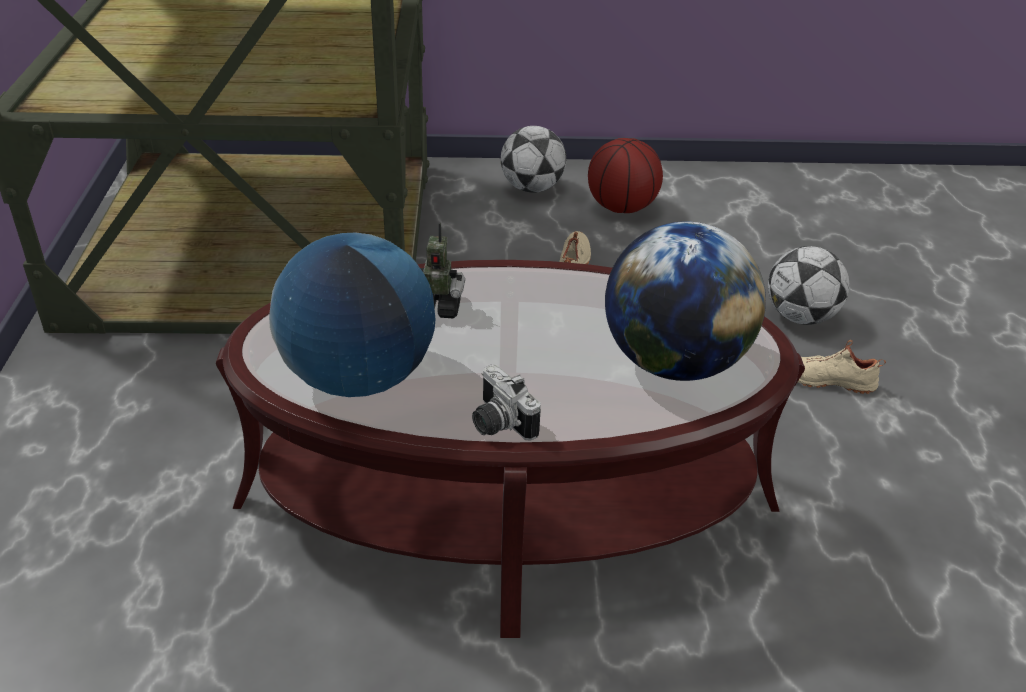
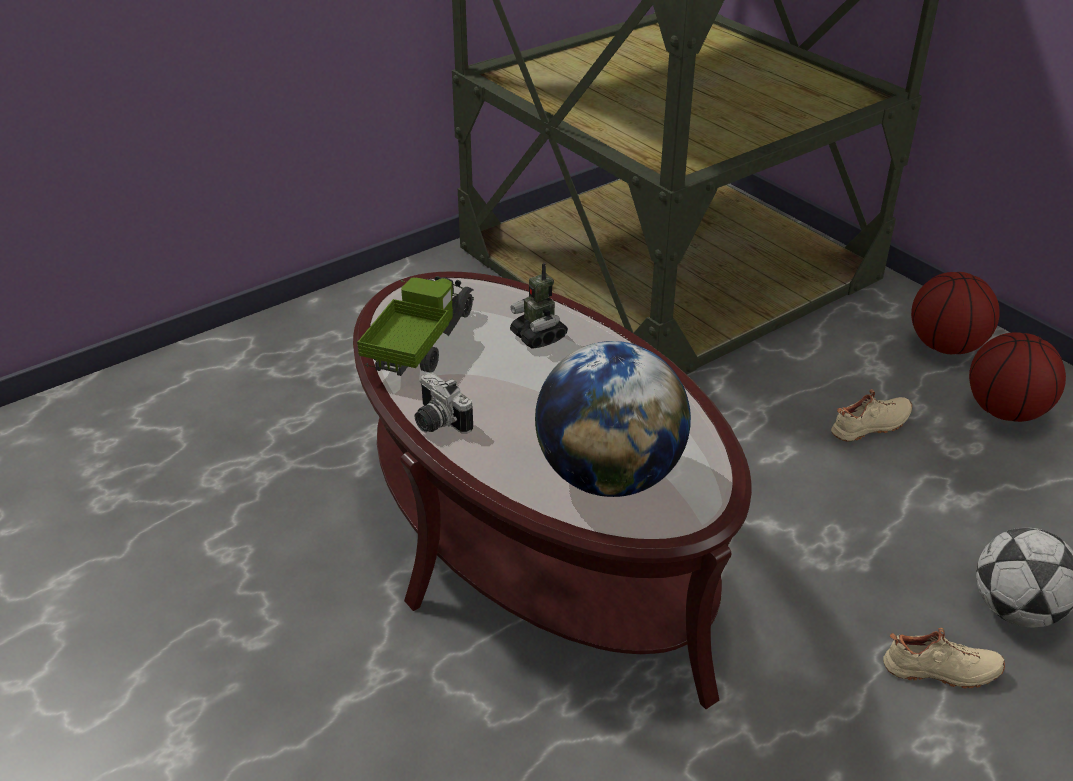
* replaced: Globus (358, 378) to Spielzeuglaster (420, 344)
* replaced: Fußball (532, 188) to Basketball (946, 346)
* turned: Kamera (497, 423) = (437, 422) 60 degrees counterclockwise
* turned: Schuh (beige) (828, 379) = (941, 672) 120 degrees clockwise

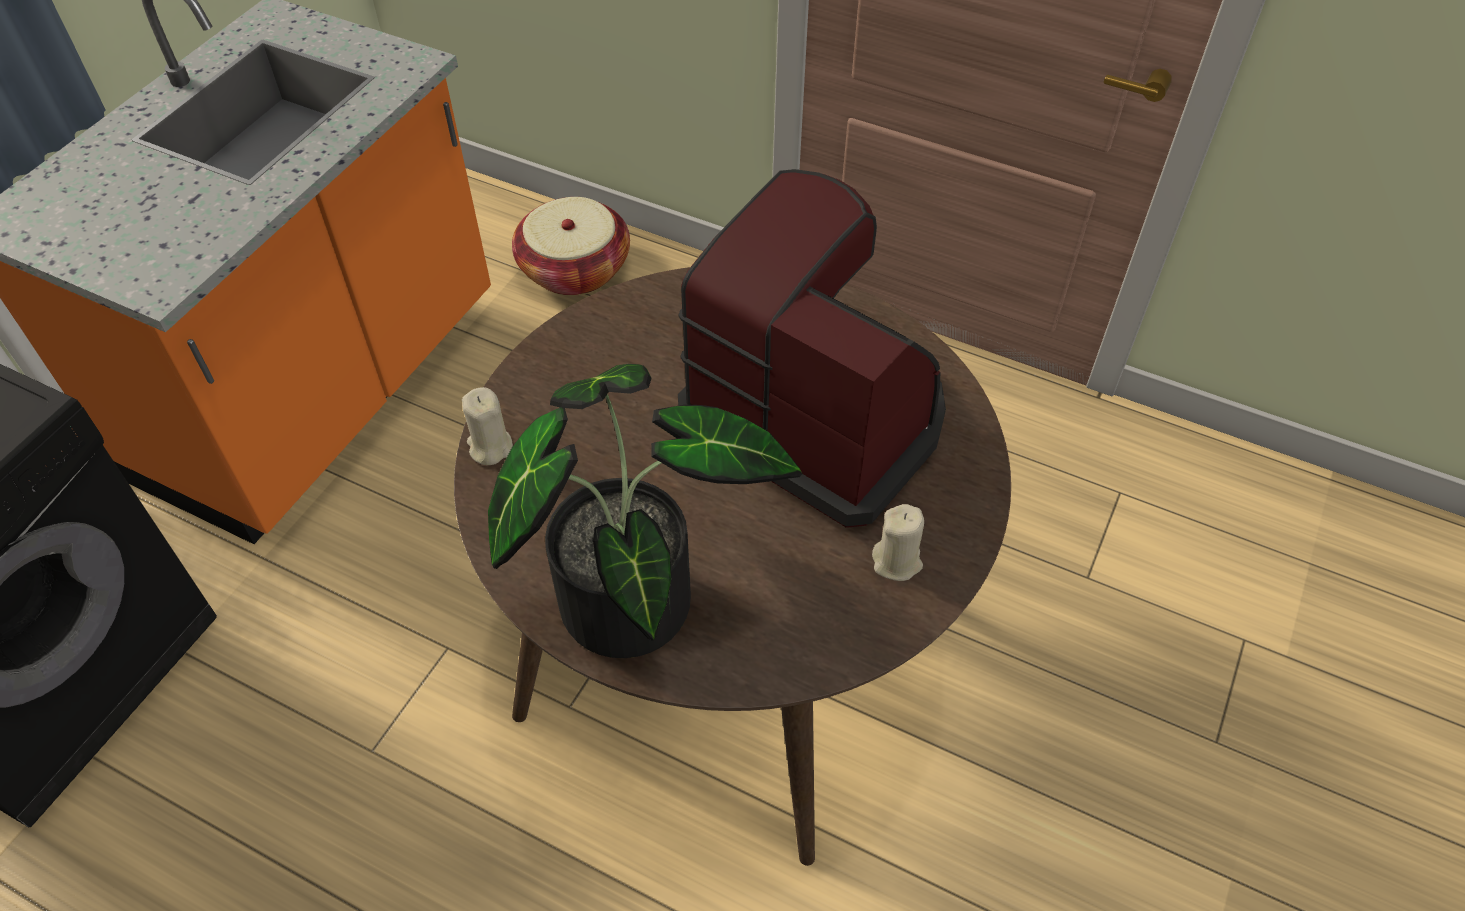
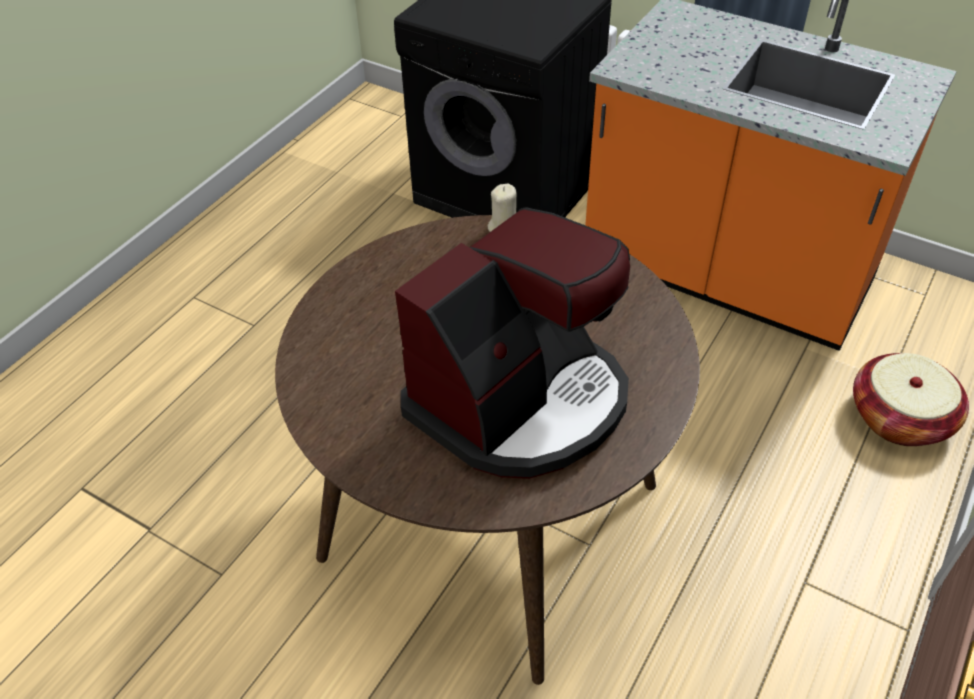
* removed: Topfpflanze (632, 589)
* removed: Kerze (beige) (897, 561)

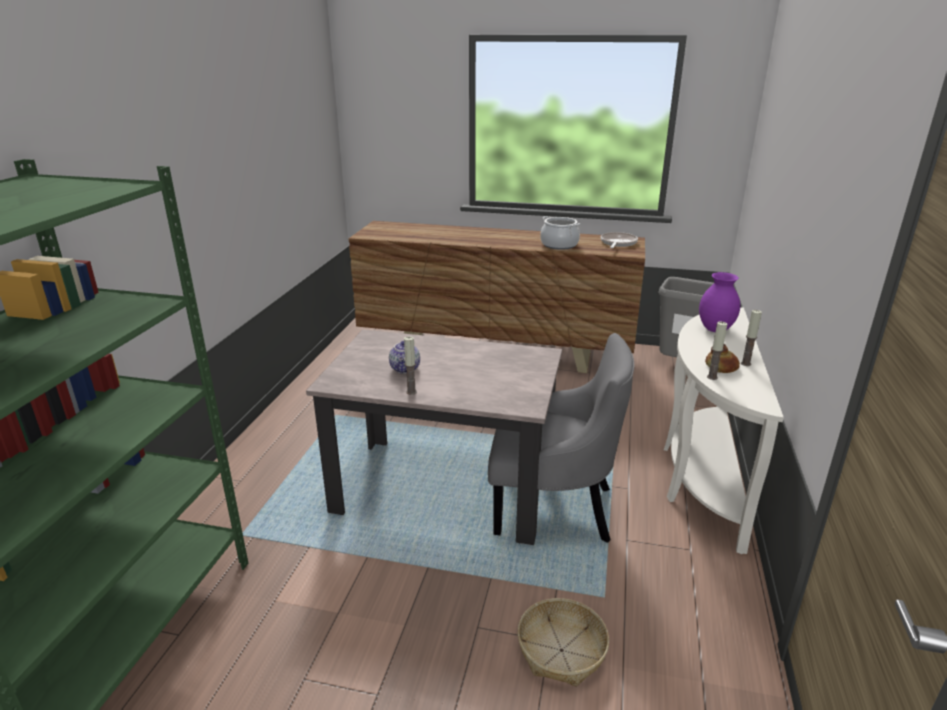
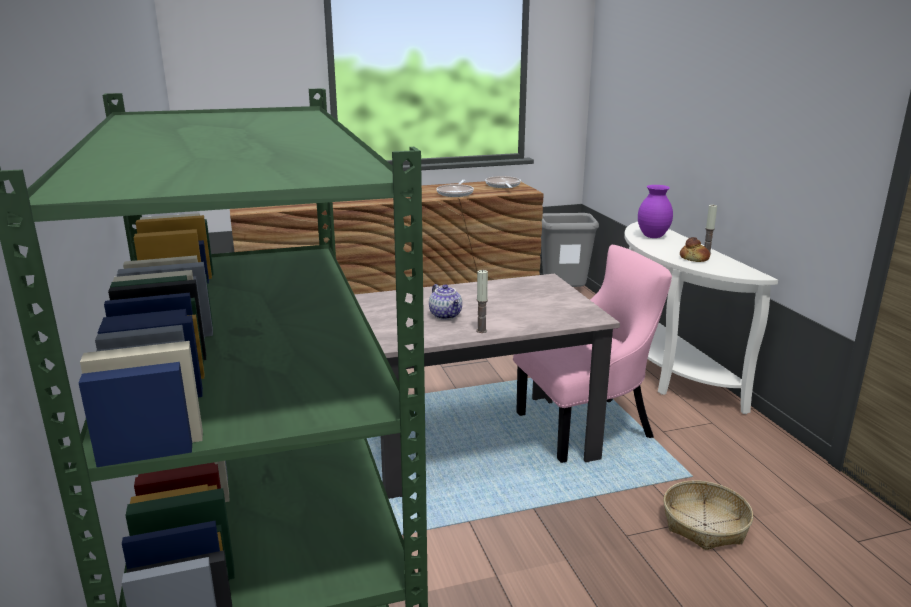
* removed: Kerze (712, 377)
* replaced: Kochtopf (559, 245) to Pfanne (456, 193)
* recoloured: Stuhl (grau) (551, 509) to Stuhl (rosa) (583, 428)

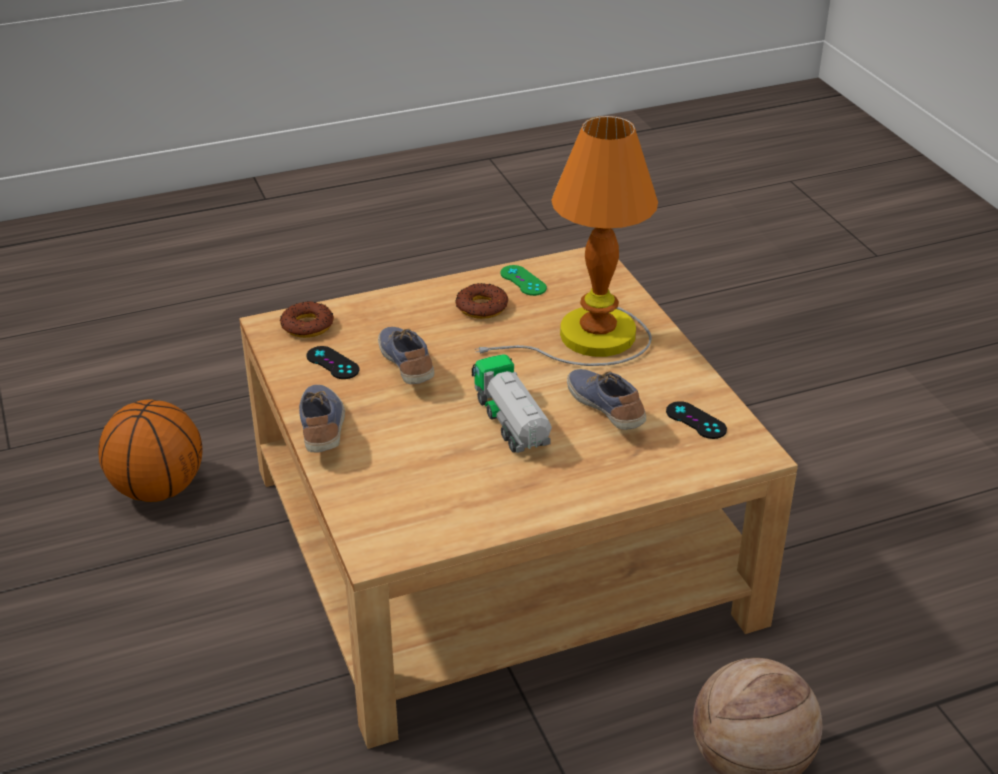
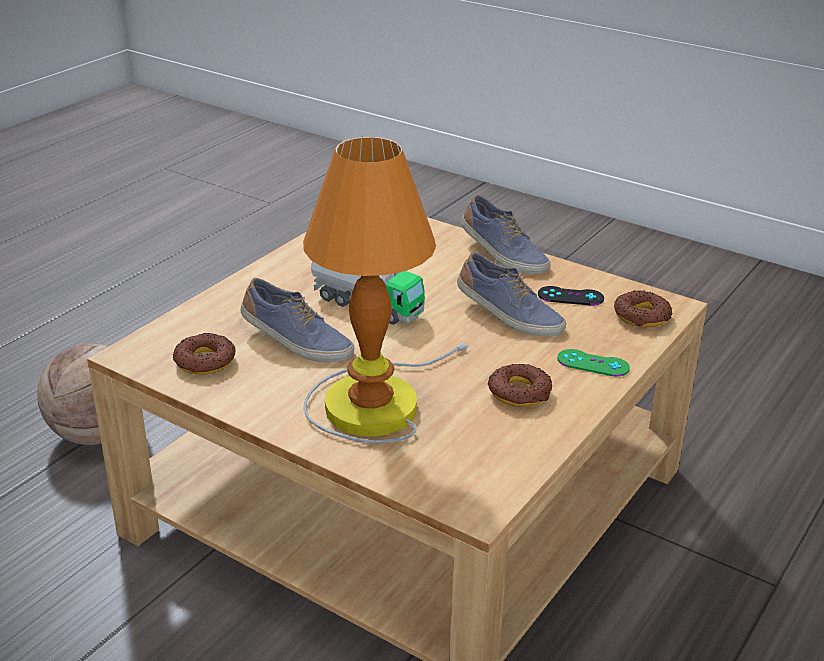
* removed: Basketball (158, 489)
* moved: Gamepad (grün) (523, 281) to (593, 363)
* replaced: Gamepad (schwarz) (696, 420) to Donut (205, 361)

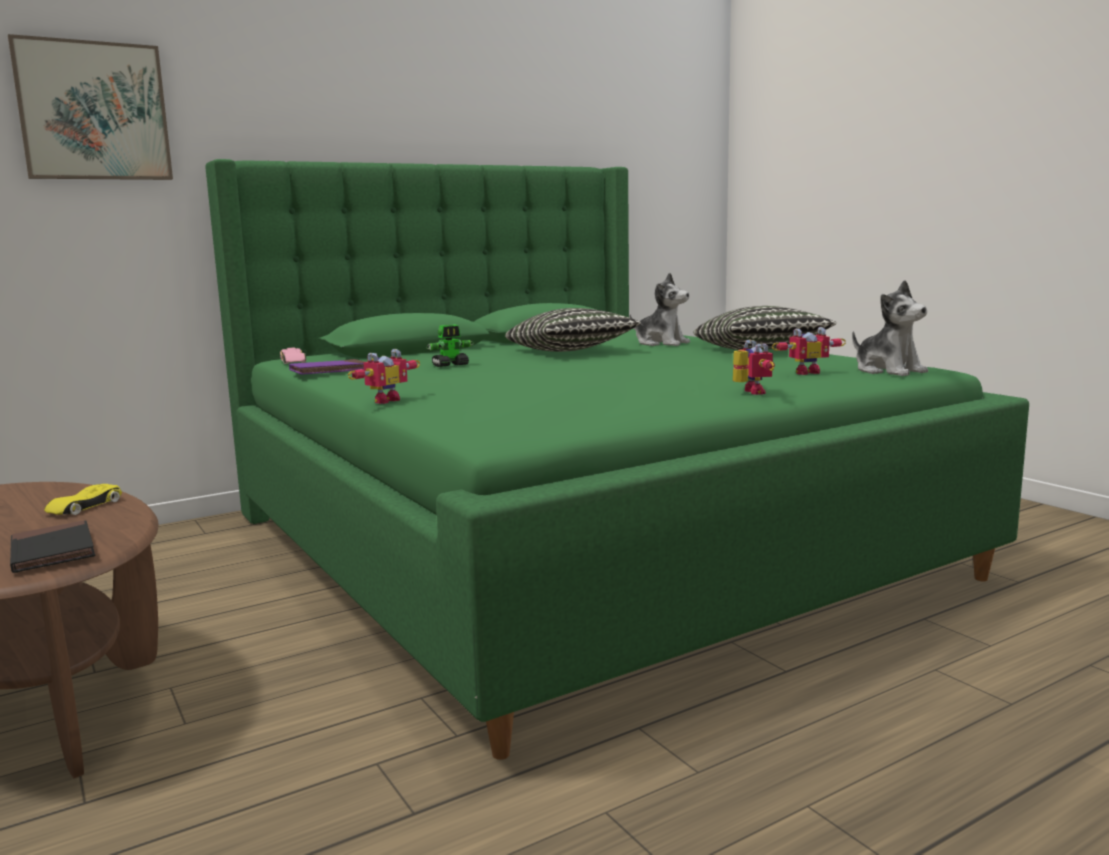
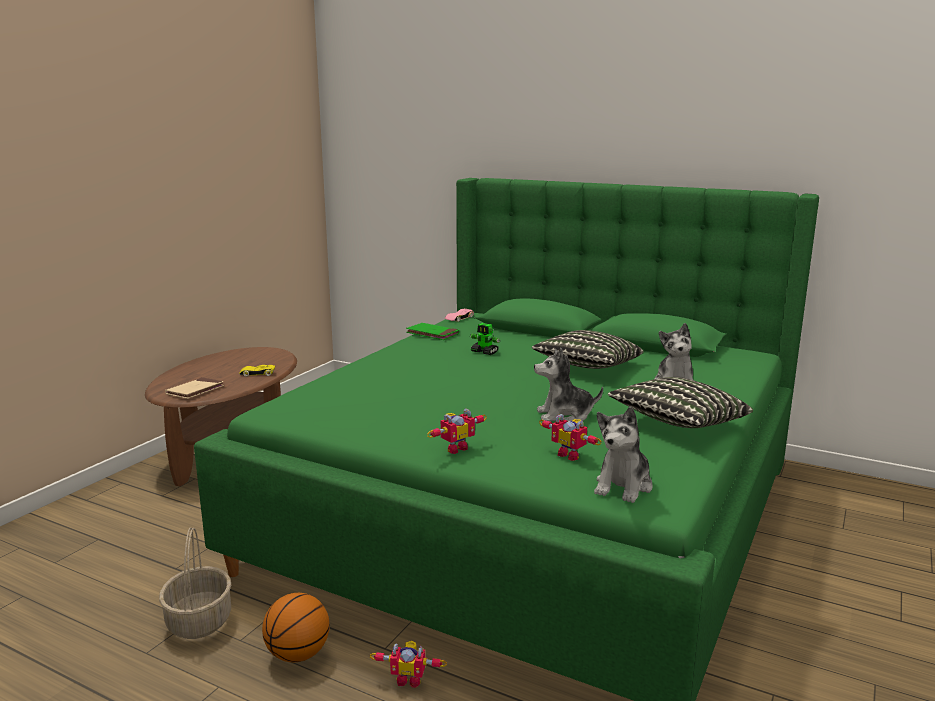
* removed: Bild (93, 111)
* added: Korb (199, 621)
* added: Basketball (297, 654)
* added: Plüschtier (564, 415)
* moved: Spielzeugroboter (384, 400) to (409, 679)
* recoloured: Buch (schwarz) (53, 552) to Buch (beige) (195, 391)
* recoloured: Buch (lila) (329, 371) to Buch (grün) (432, 334)

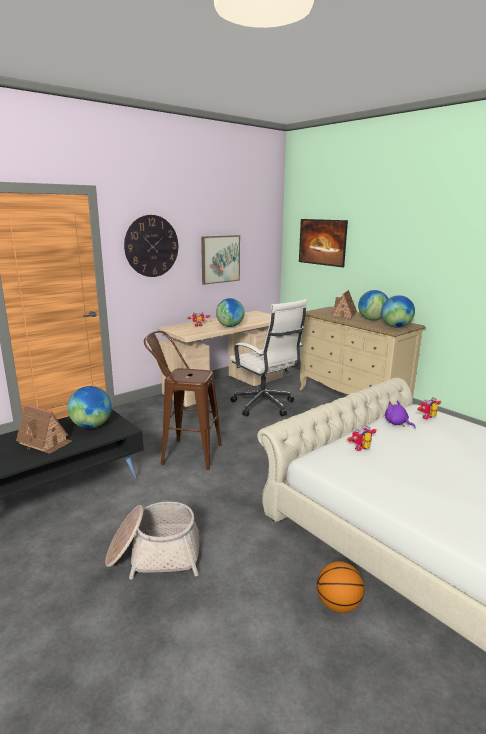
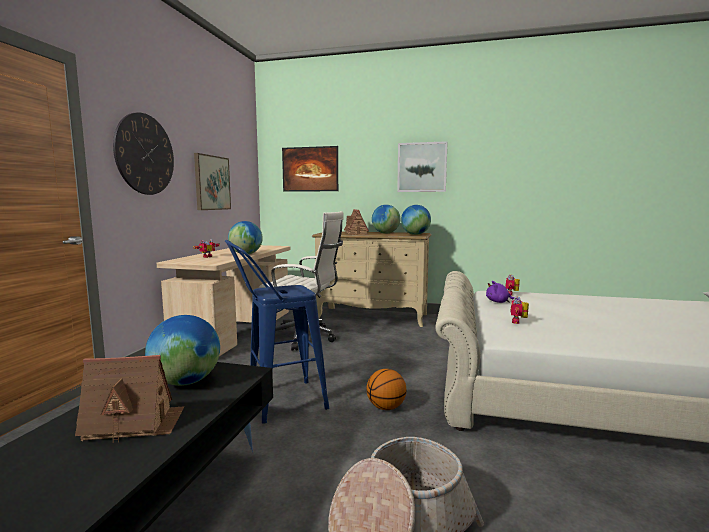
* added: Bild (422, 167)
* moved: Basketball (338, 604) to (386, 407)
* recoloured: Hocker (braun) (185, 453) to Hocker (blau) (277, 402)

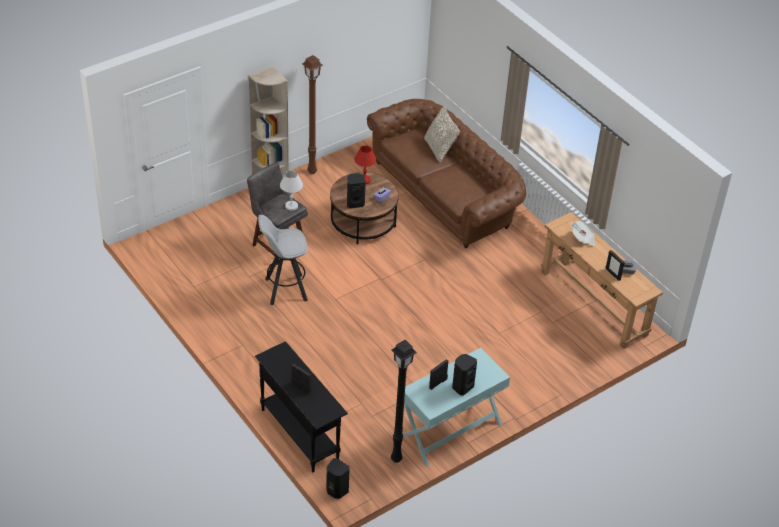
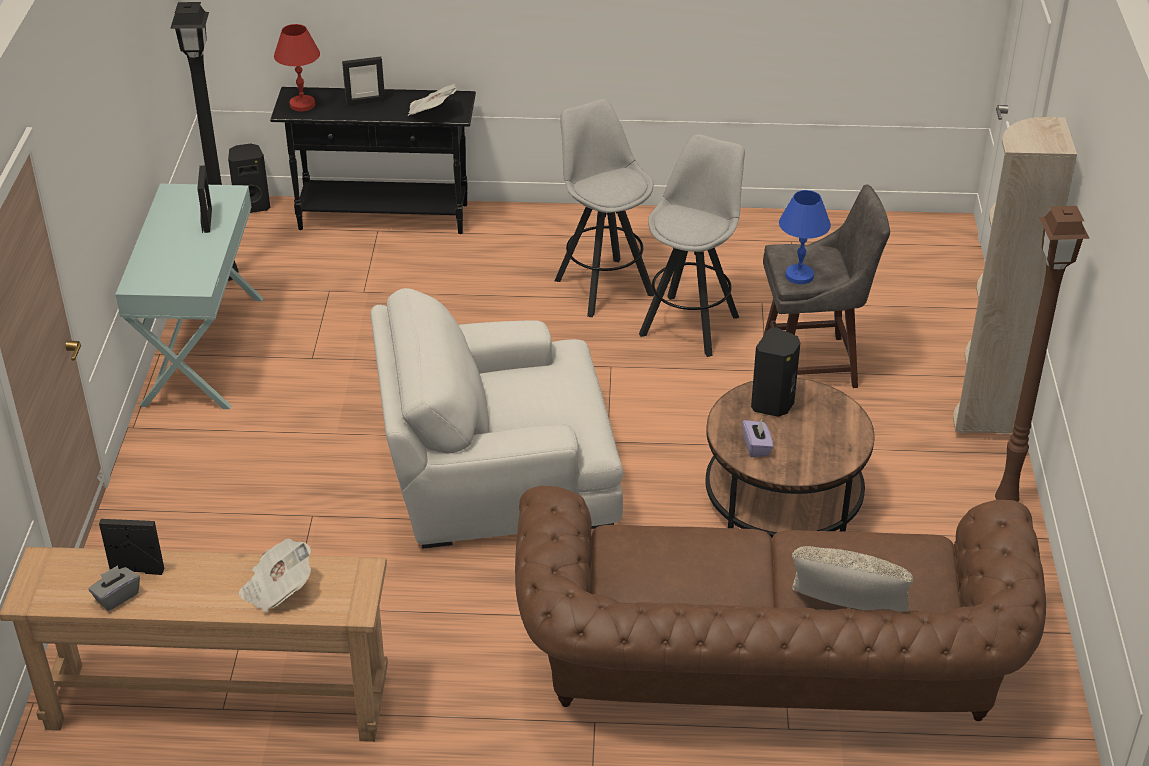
* removed: Lautsprecher (schwarz) (462, 387)
* added: Sessel (weiß) (496, 473)
* added: Zeitung (431, 112)
* added: Hocker (grau) (603, 285)
* moved: Tischlampe (rot) (364, 180) to (302, 105)
* recoloured: Tischlampe (weiß) (291, 206) to Tischlampe (blau) (799, 275)

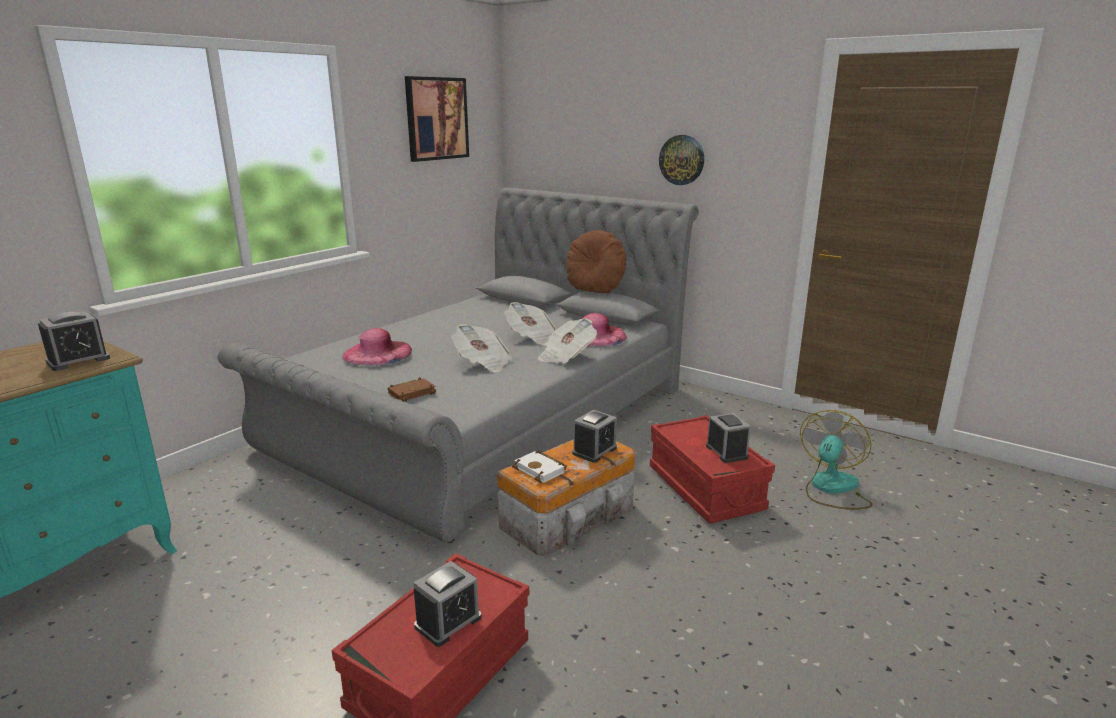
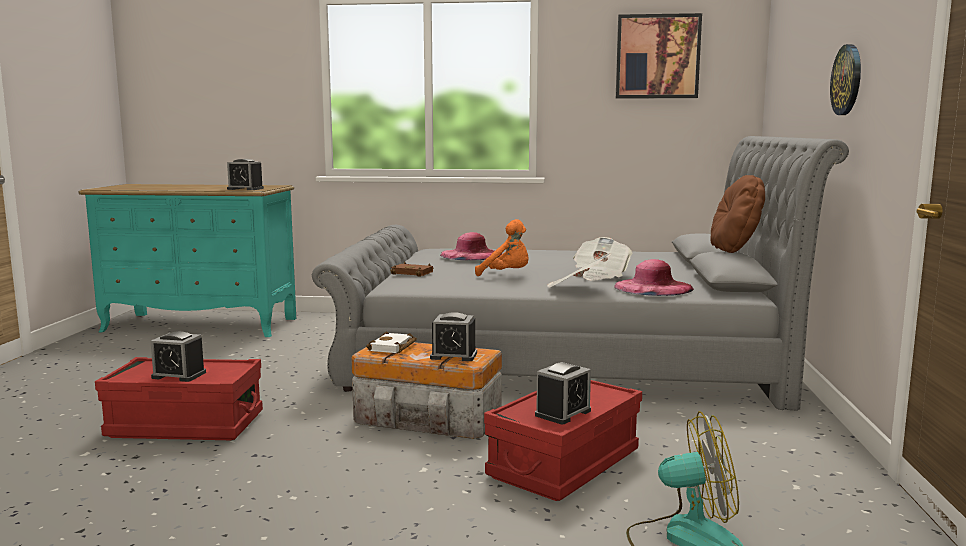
* replaced: Zeitung (483, 363) to Plüschtier (orange) (507, 275)

